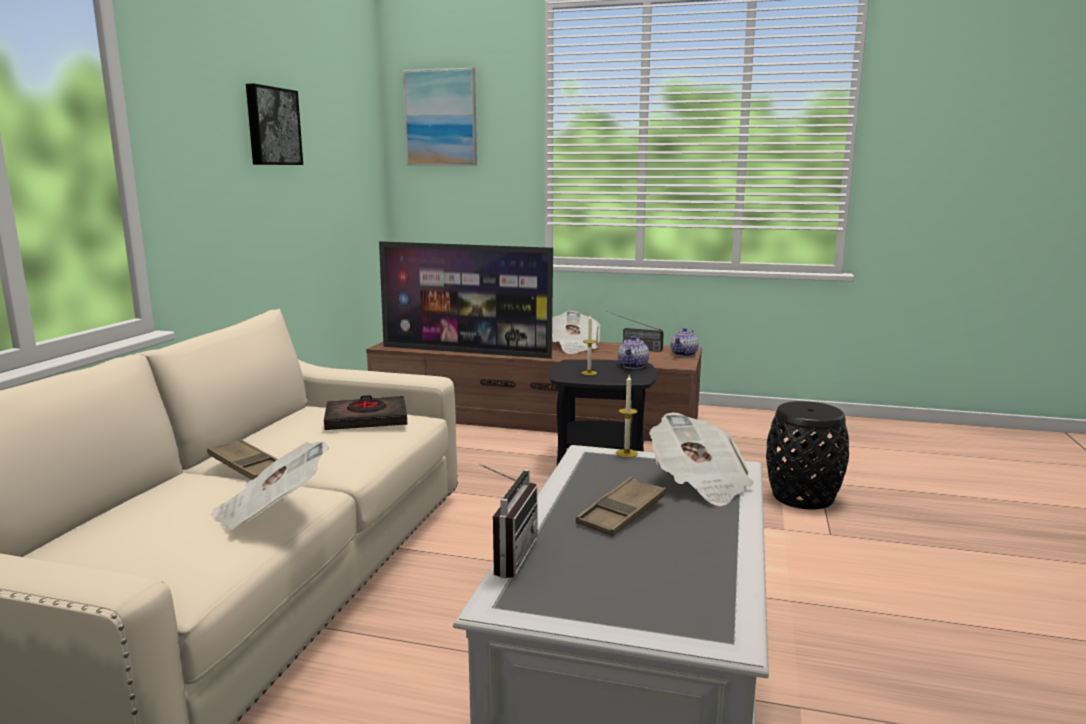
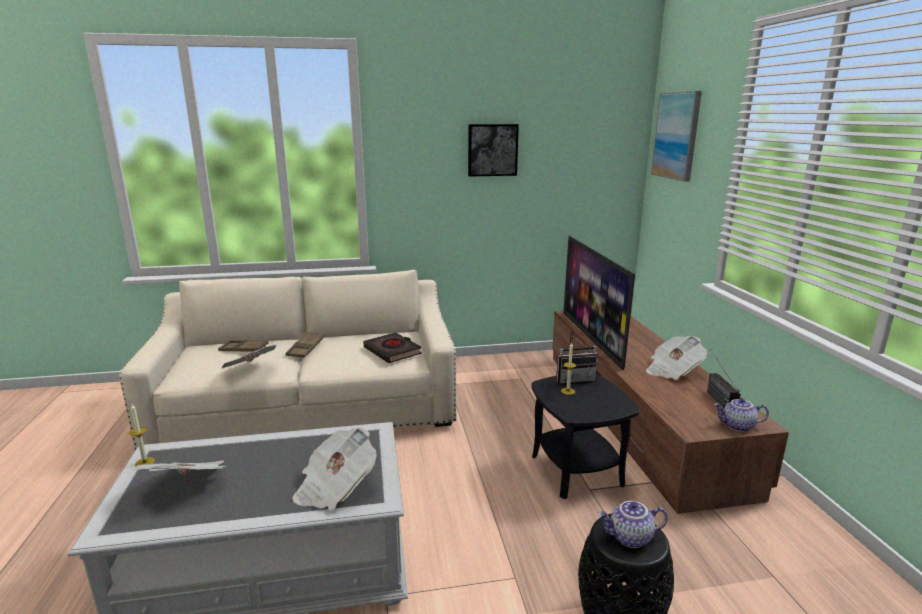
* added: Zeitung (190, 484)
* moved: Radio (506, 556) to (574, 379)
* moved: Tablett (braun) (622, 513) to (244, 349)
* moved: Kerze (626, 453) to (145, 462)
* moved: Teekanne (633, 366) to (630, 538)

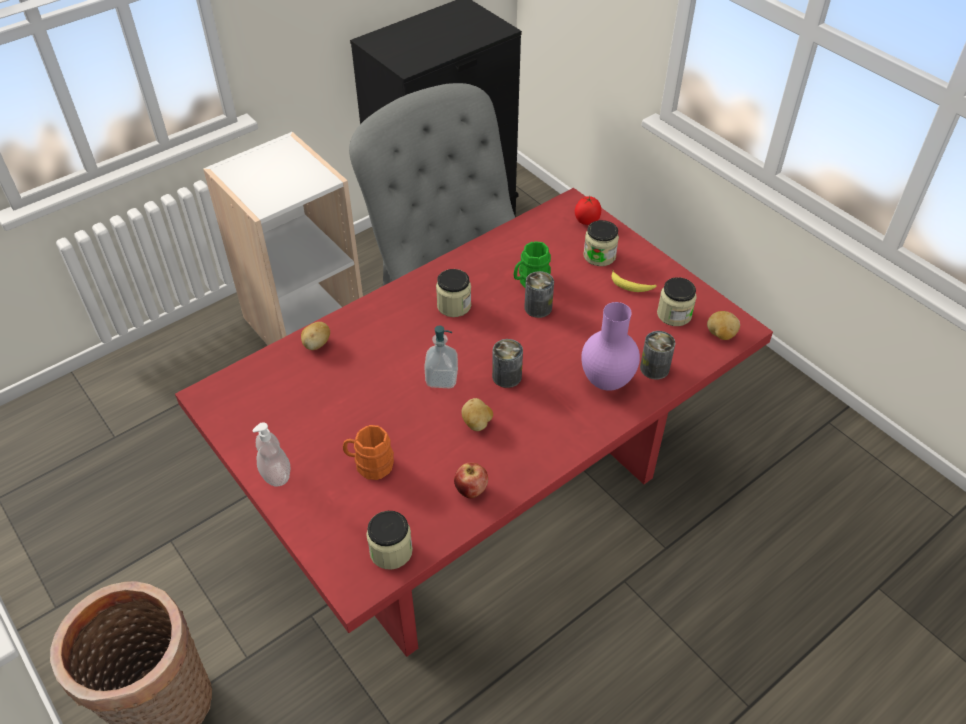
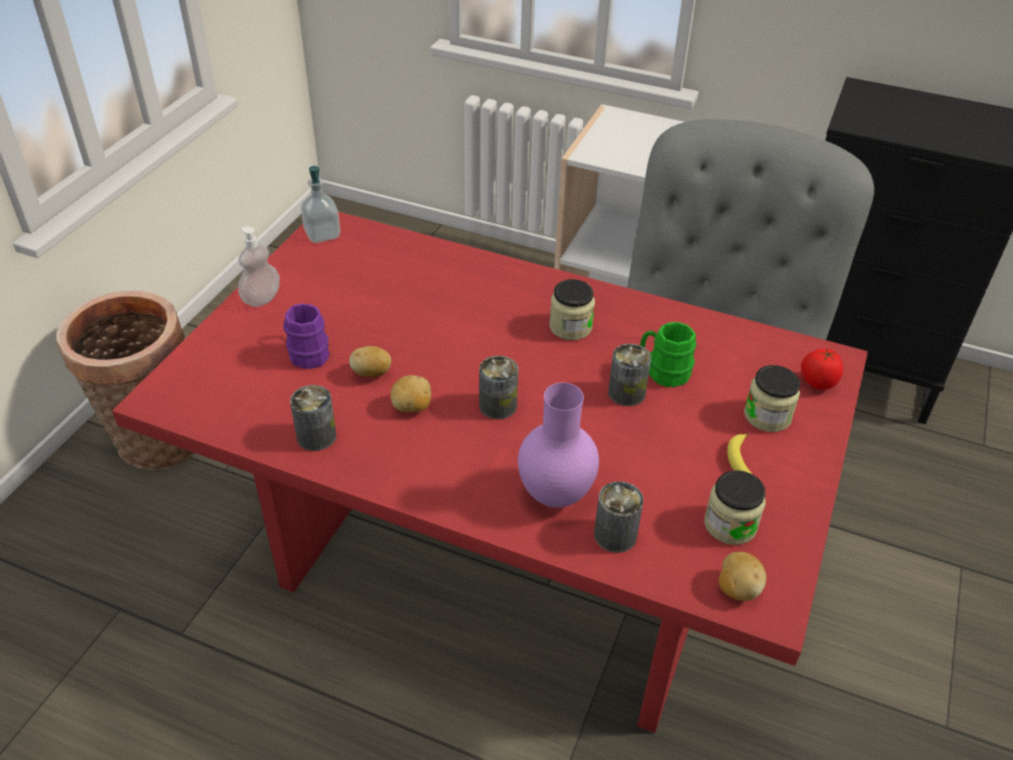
* removed: Vorratsglas (391, 551)
* moved: Kartoffel (317, 344) to (371, 373)
* moved: Seifenspender (441, 378) to (322, 234)
* replaced: Apfel (471, 490) to Dose (316, 436)
* recoloured: Henkelbecher (orange) (369, 465) to Henkelbecher (lila) (307, 351)

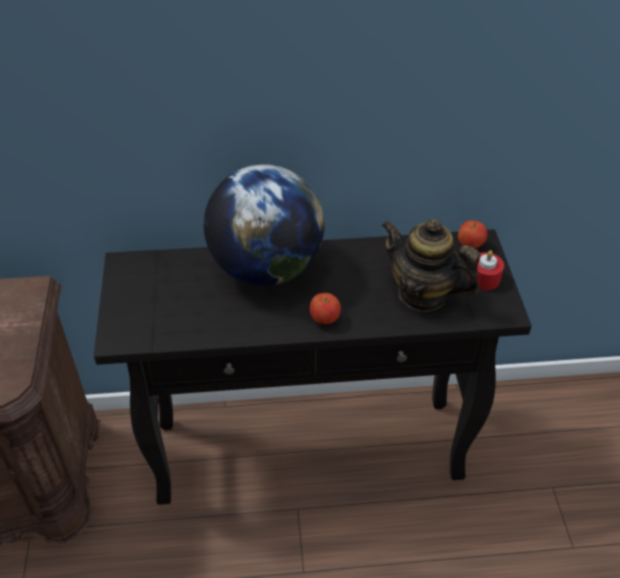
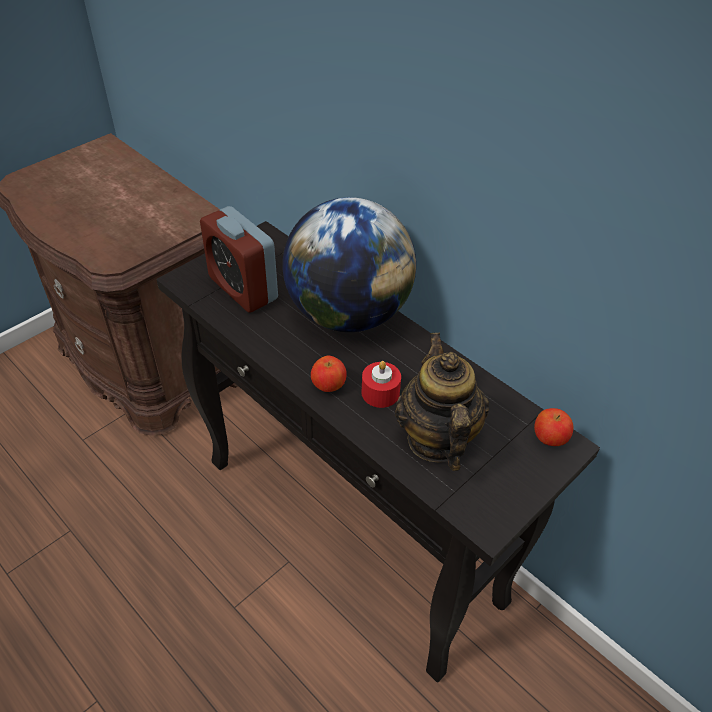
* added: Wecker (243, 288)
* moved: Kerze (rot) (484, 278) to (380, 393)

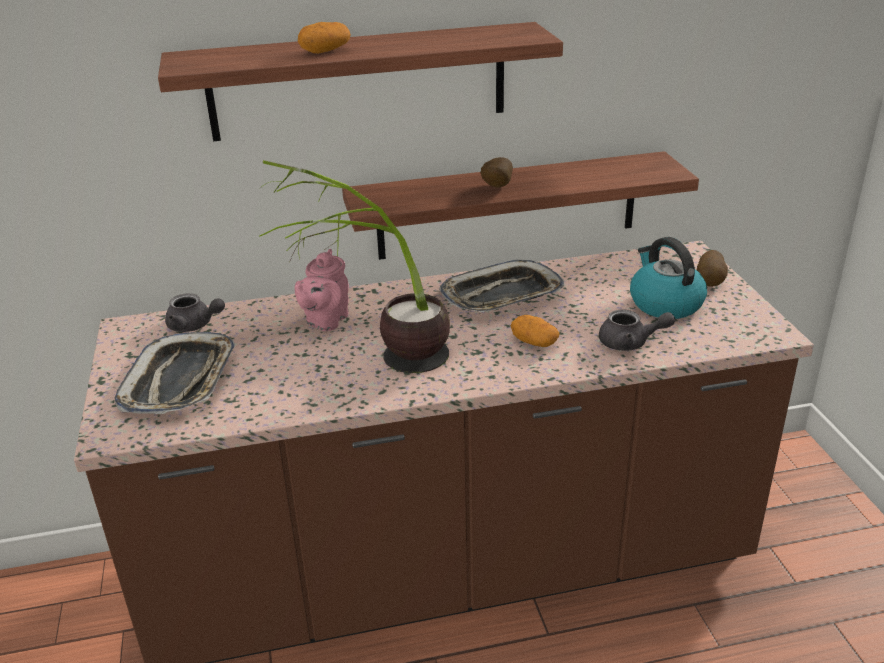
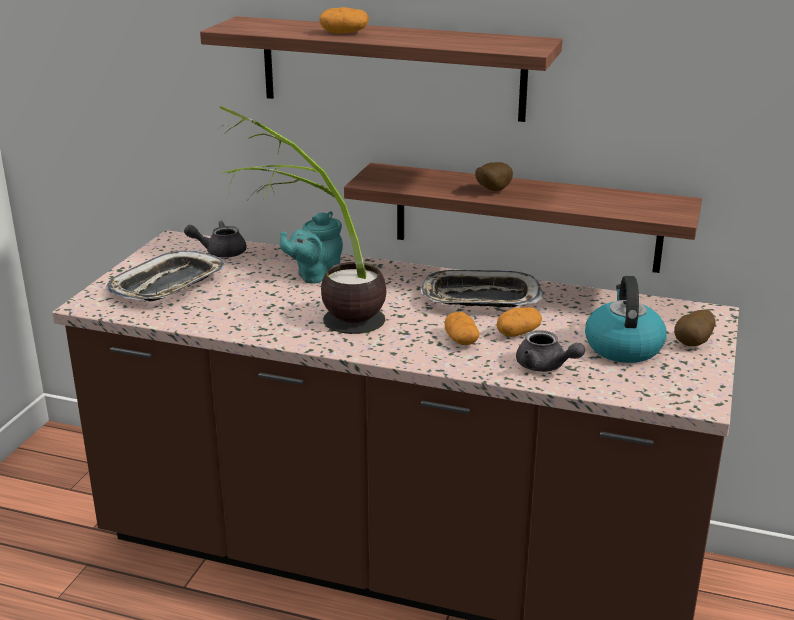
* added: Kartoffel (518, 333)
* recoloured: Teekanne (rosa) (325, 321) to Teekanne (türkis) (315, 276)
* turned: Teekanne (grau) (195, 326) = (220, 252) 120 degrees clockwise

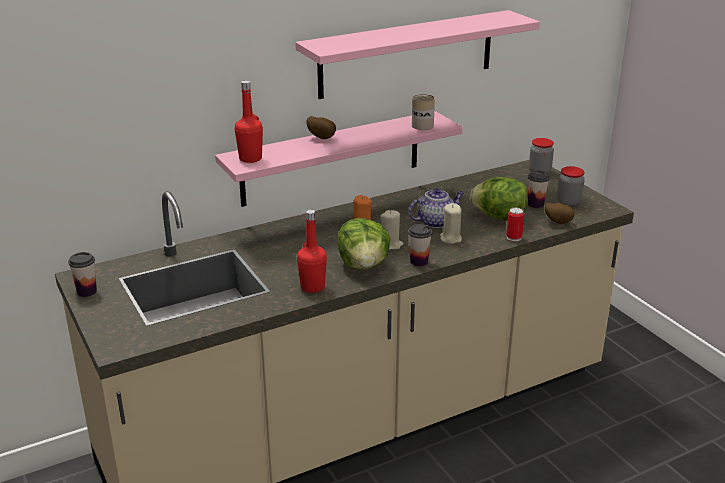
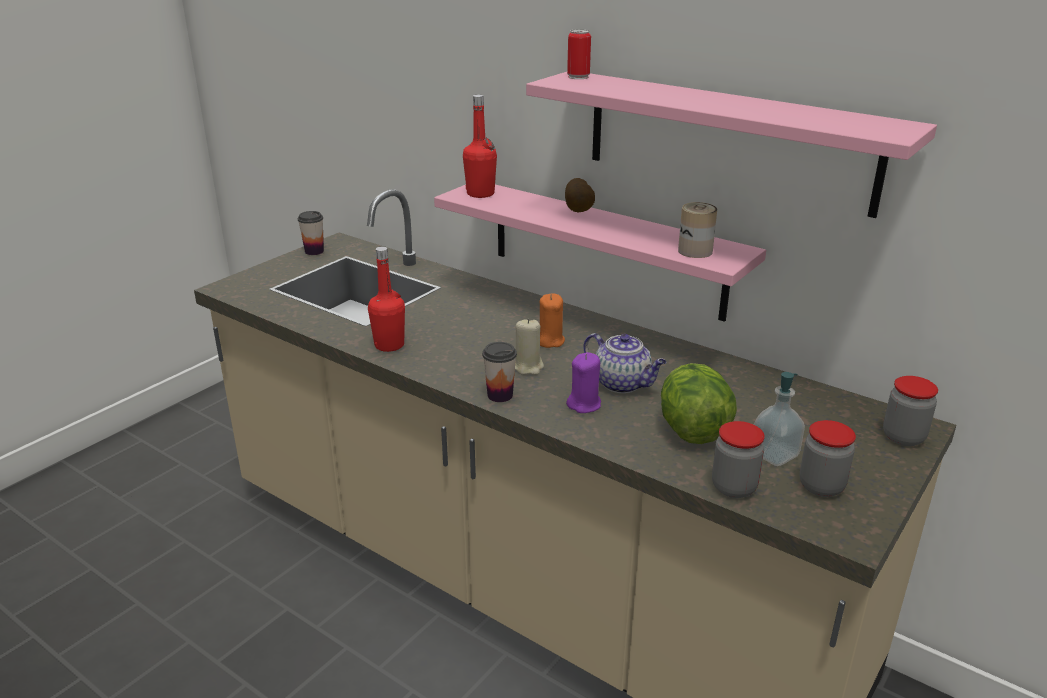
* removed: Salatkopf (364, 265)
* moved: Dose (514, 237) to (578, 77)
* replaced: Tasse (535, 204) to Seifenspender (774, 454)
* replaced: Kartoffel (558, 222) to Vorratsglas (734, 487)
* recoloured: Kerze (beige) (450, 238) to Kerze (lila) (584, 404)

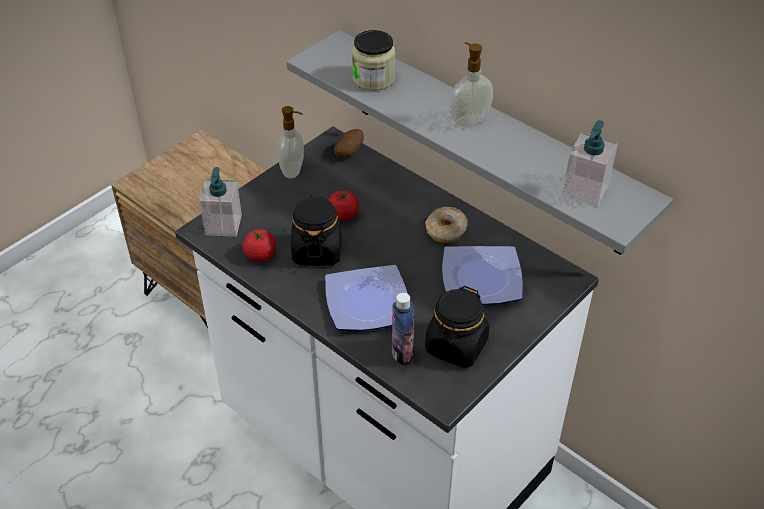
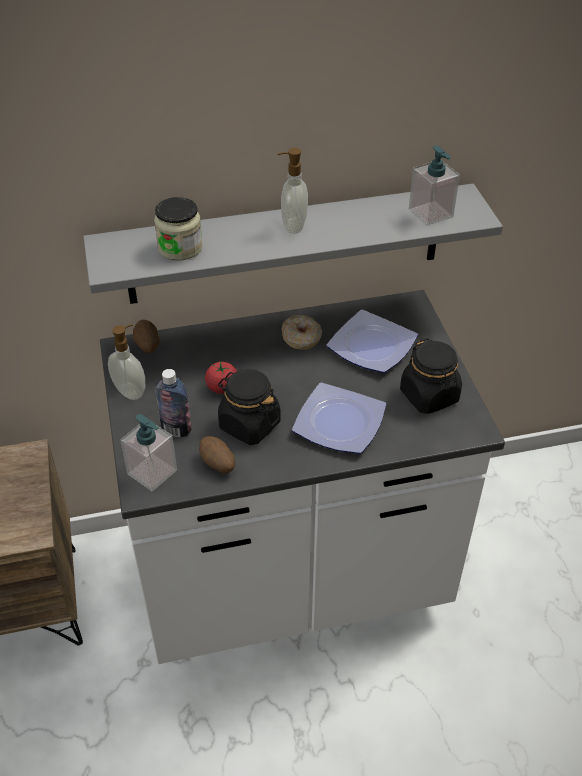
* moved: Flasche (402, 353) to (176, 429)
* replaced: Tomate (260, 255) to Kartoffel (217, 464)

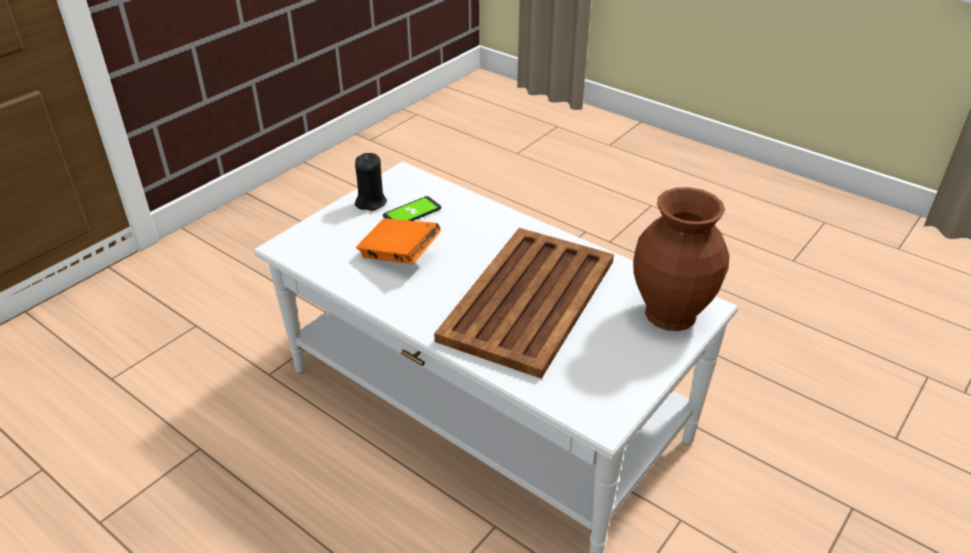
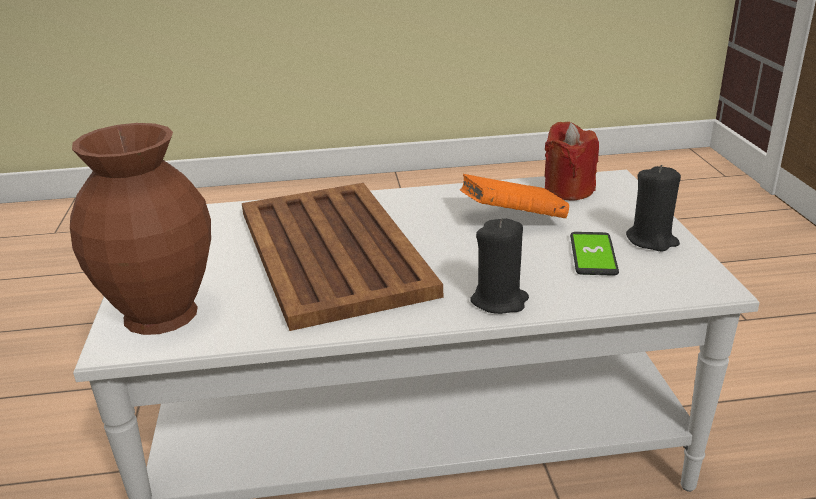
* added: Kerze (schwarz) (499, 301)
* added: Kerze (rot) (568, 190)

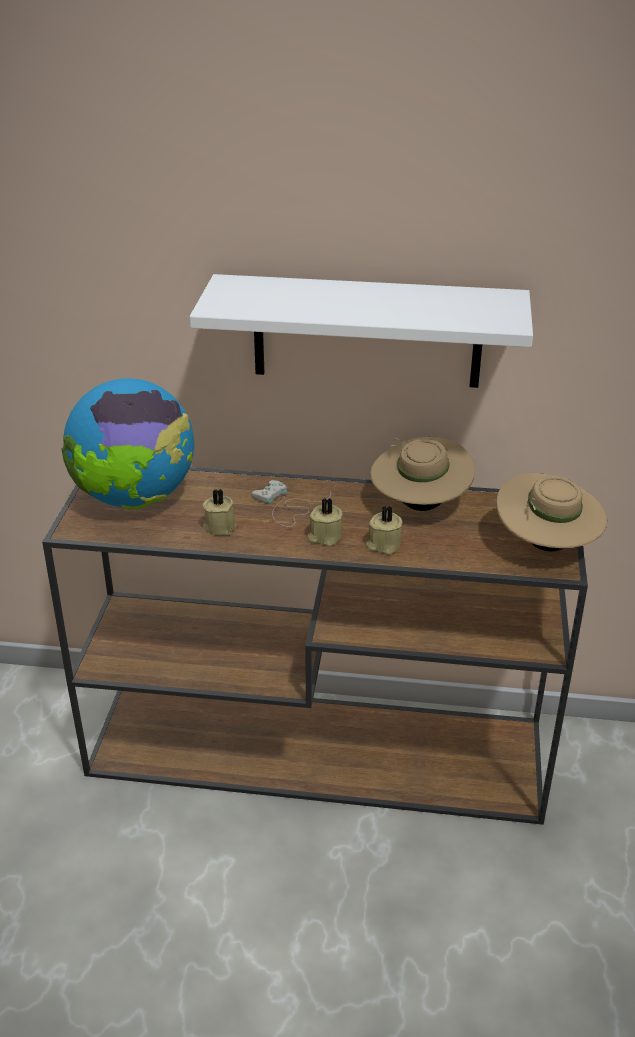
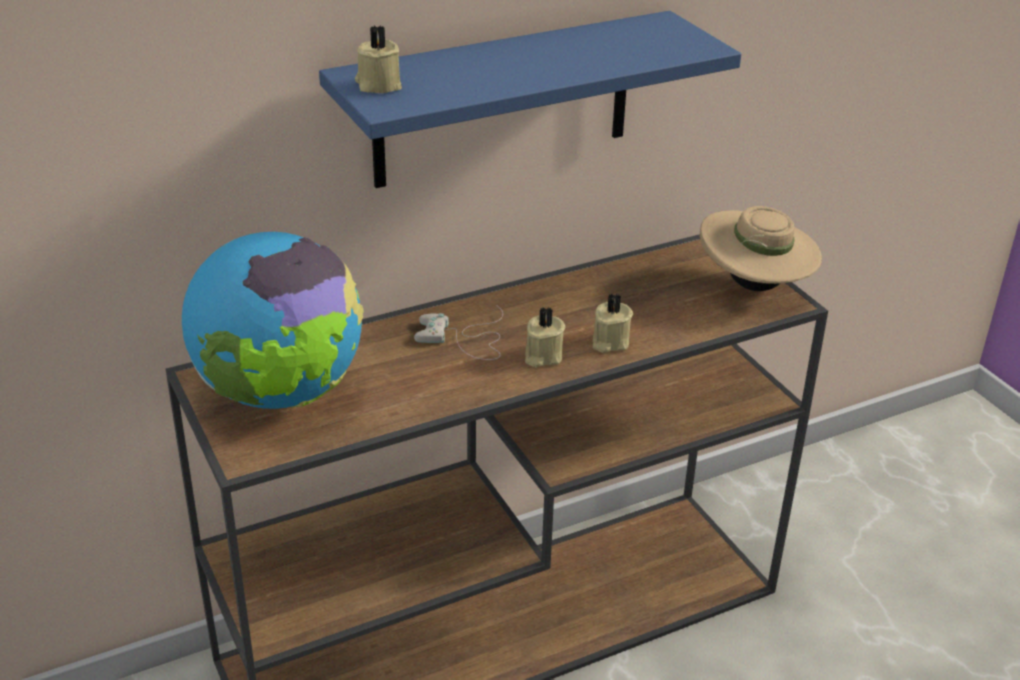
* removed: Hut (beige) (419, 505)
* moved: Kerze (beige) (220, 526) to (378, 85)
* recoloured: Wandregal (weiß) (367, 331) to Wandregal (blau) (503, 100)

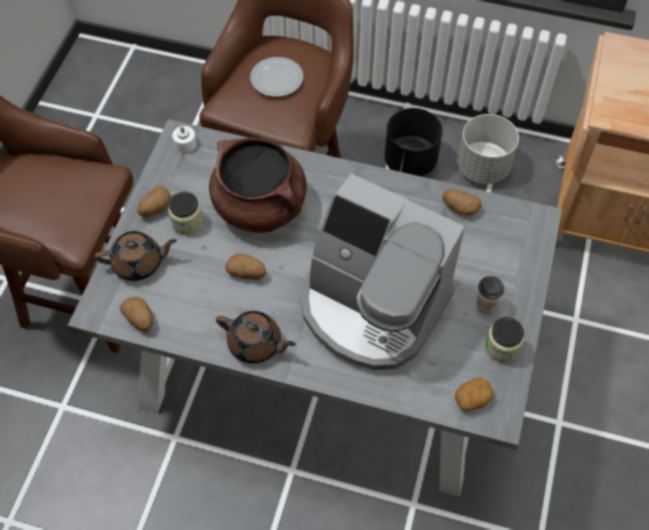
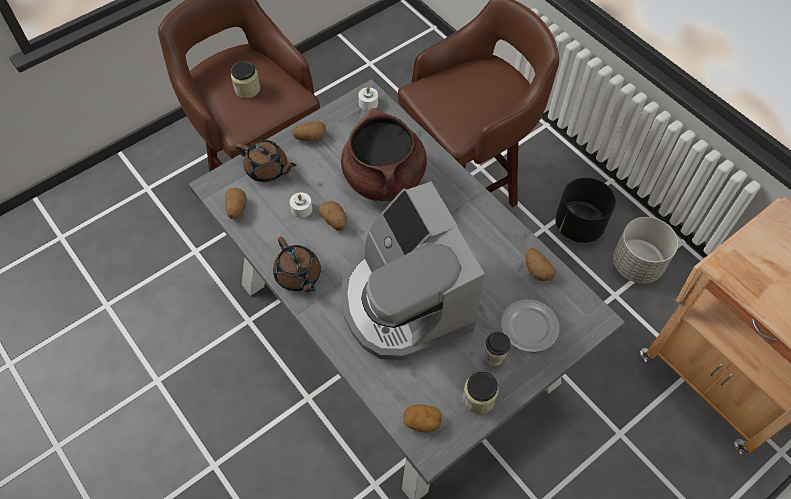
* added: Kerze (weiß) (301, 209)
* moved: Vorratsglas (187, 222) to (247, 89)
* moved: Teller (277, 78) to (529, 326)

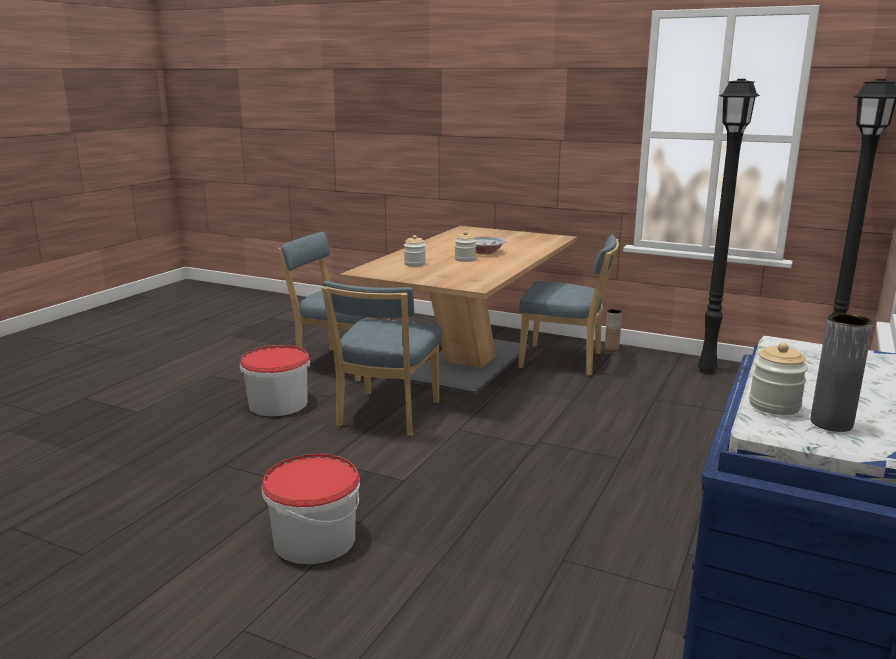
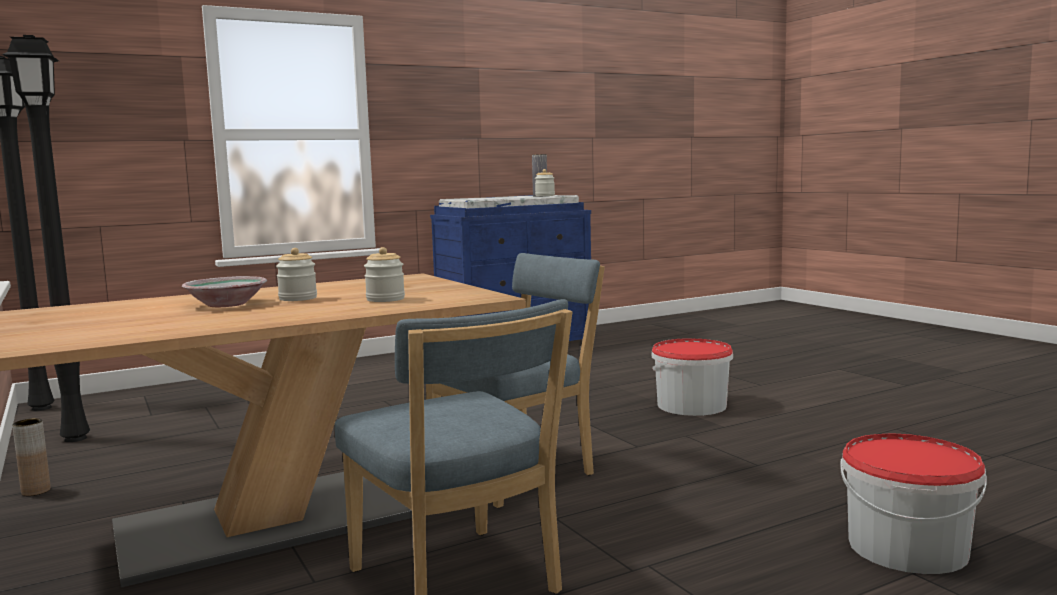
* removed: Stuhl (blau) (565, 361)
* moved: Eimer (278, 404) to (907, 547)

